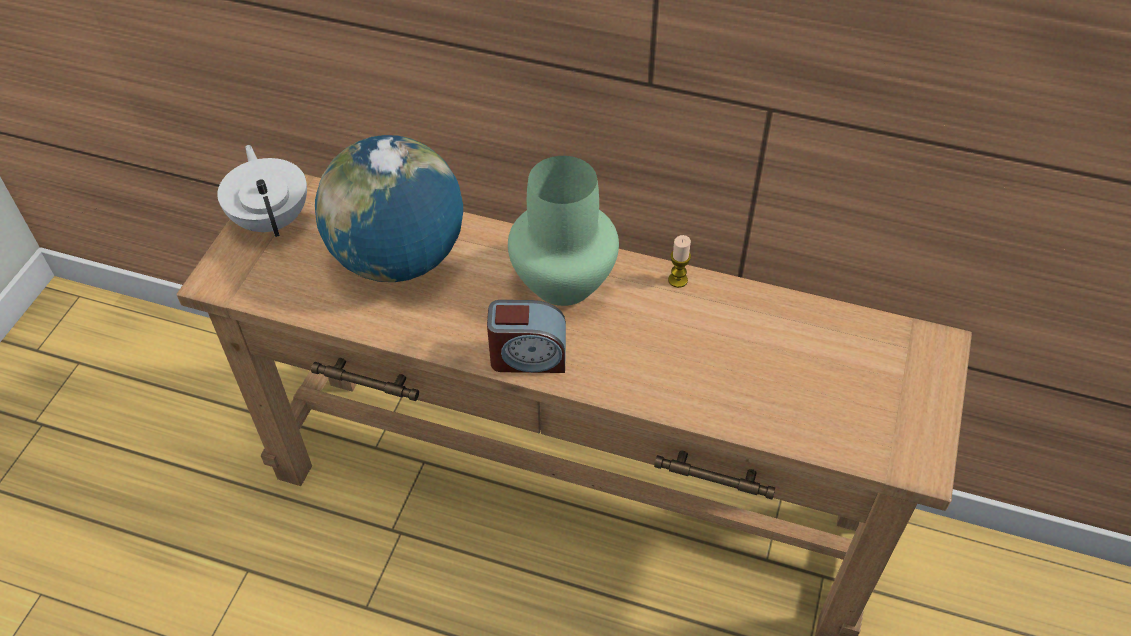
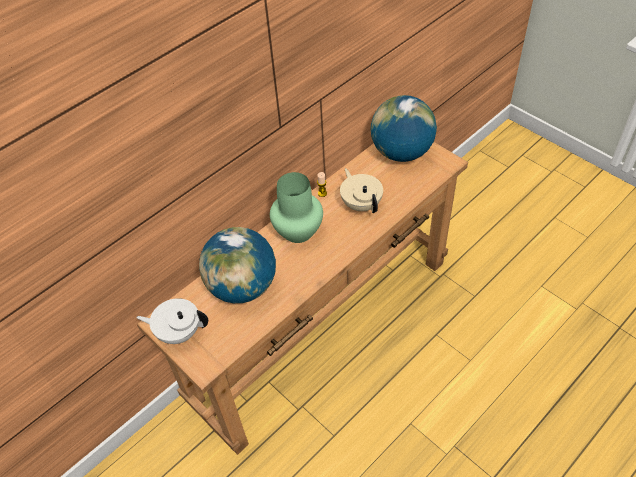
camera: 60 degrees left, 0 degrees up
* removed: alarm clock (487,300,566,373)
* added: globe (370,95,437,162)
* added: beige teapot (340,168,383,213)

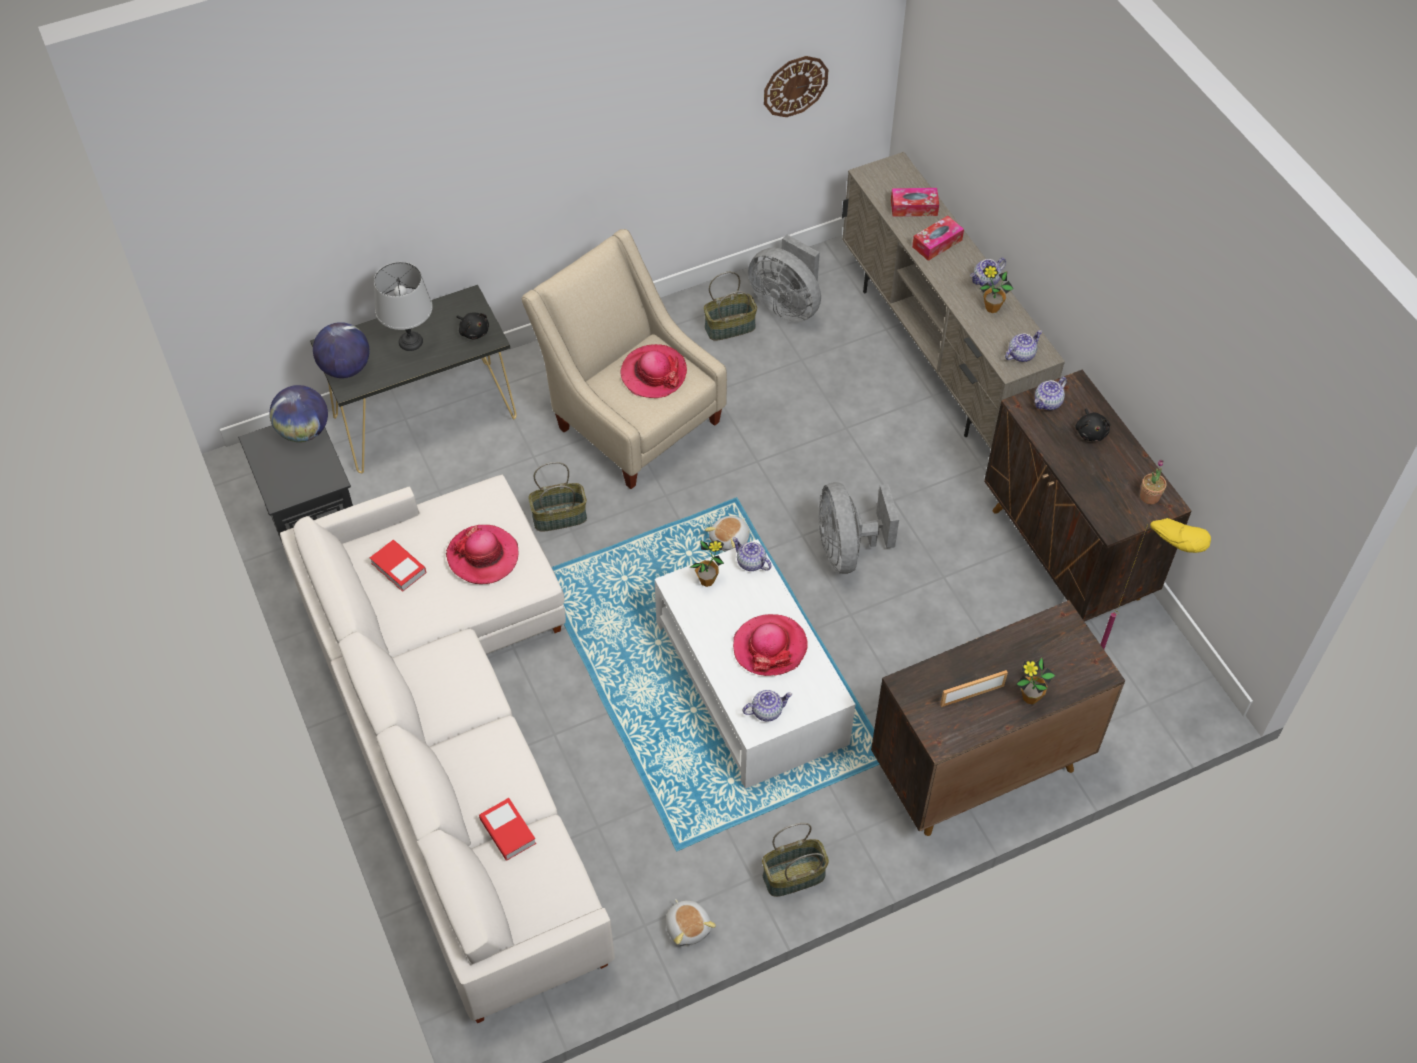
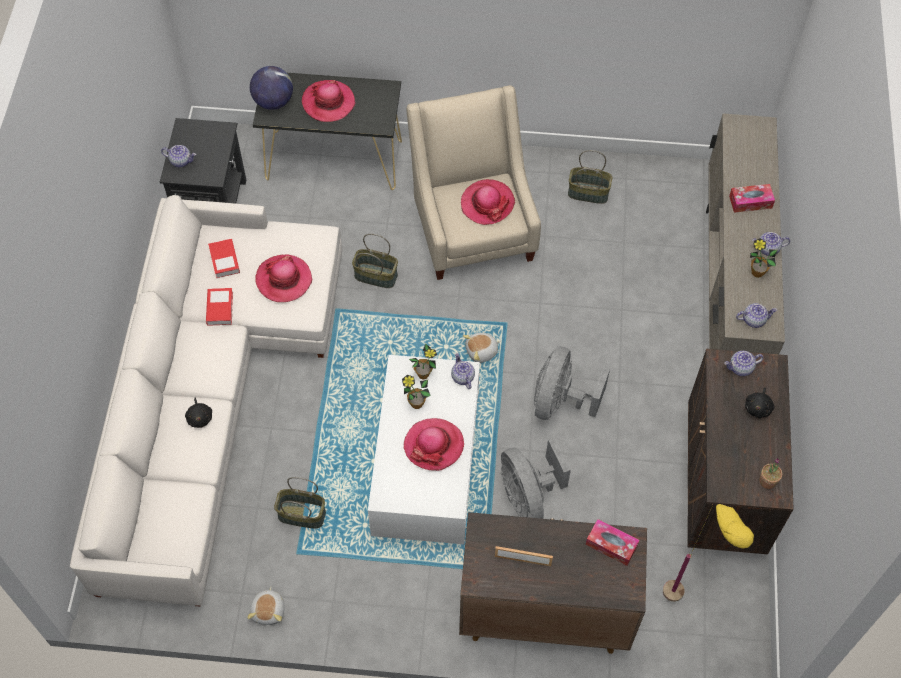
camera: 30 degrees right, 5 degrees up
* removed: wall clock (764,56,828,117)
* moved: tissue box (891,188,939,217) to (586,519,639,566)
* moved: grey fan (748,234,821,322) to (501,437,571,519)
* replaced: grey table lamp (374,262,433,351) to hat (302,80,355,122)
* moved: black plush toy (457,312,489,340) to (185,398,212,428)
* removed: globe (270,385,328,442)
* moved: potted plant (1017,658,1055,704) to (402,375,431,409)
* moved: teapot (743,690,792,722) to (161,145,196,167)
* moved: book (479,798,536,861) to (206,288,233,326)
* moved: basket (762,823,829,897) to (274,477,326,529)

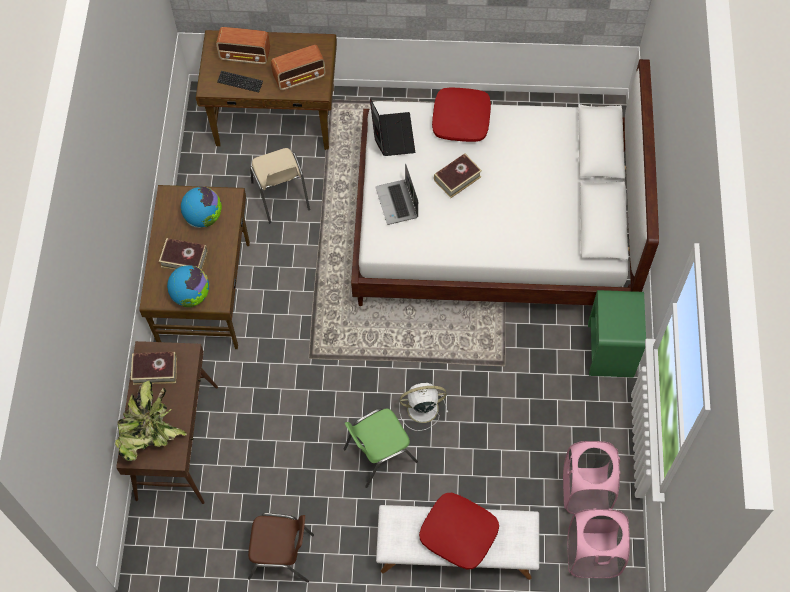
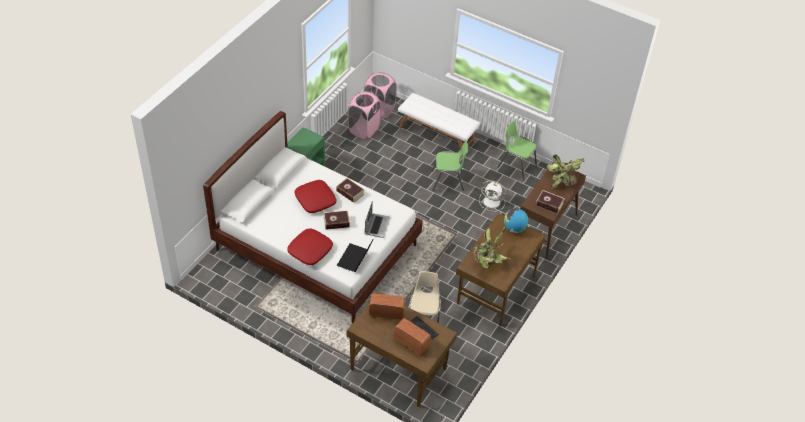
camera: 155 degrees left, 15 degrees down
* replaced: globe (181,186,222,228) to potted plant (473,226,510,268)
* moved: book (159,238,208,270) to (336,178,365,203)
* moved: white fan (399,383,448,431) to (479,181,506,211)
* moved: red pillow (419,493,499,569) to (295,180,337,213)
* recoloured: brown chair (248,513,314,583) to green chair (498,121,537,181)

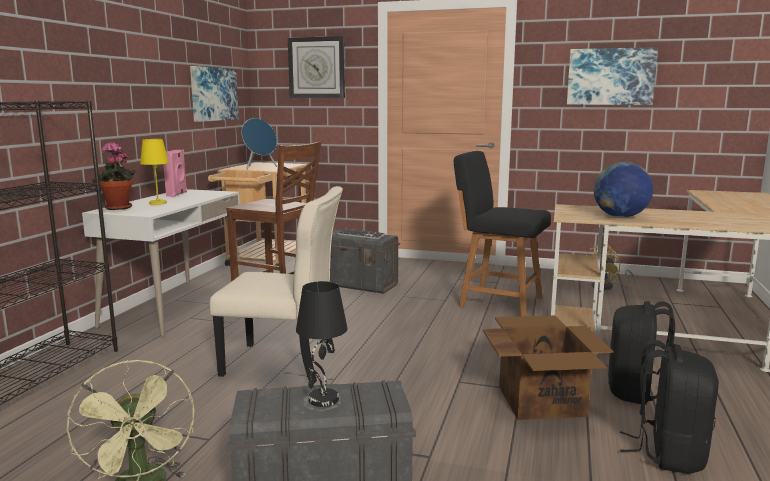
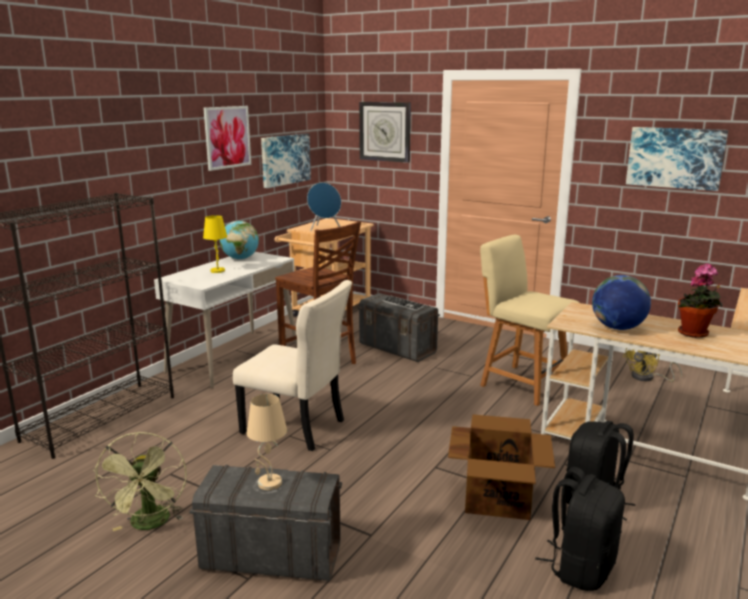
camera: 15 degrees right, 5 degrees up
* moved: potted plant (93,142,136,210) to (678,263,723,338)
* replaced: pink speaker (163,149,187,197) to globe (219,221,259,260)
* recoloured: black chair (454,151,551,316) to beige chair (480,235,579,406)
* recoloured: black table lamp (296,281,347,407) to beige table lamp (247,394,287,490)
* added: picture (203,106,251,171)

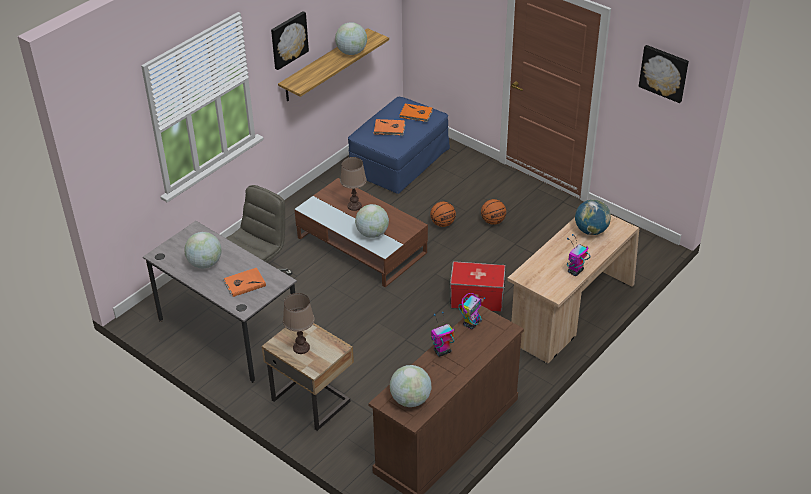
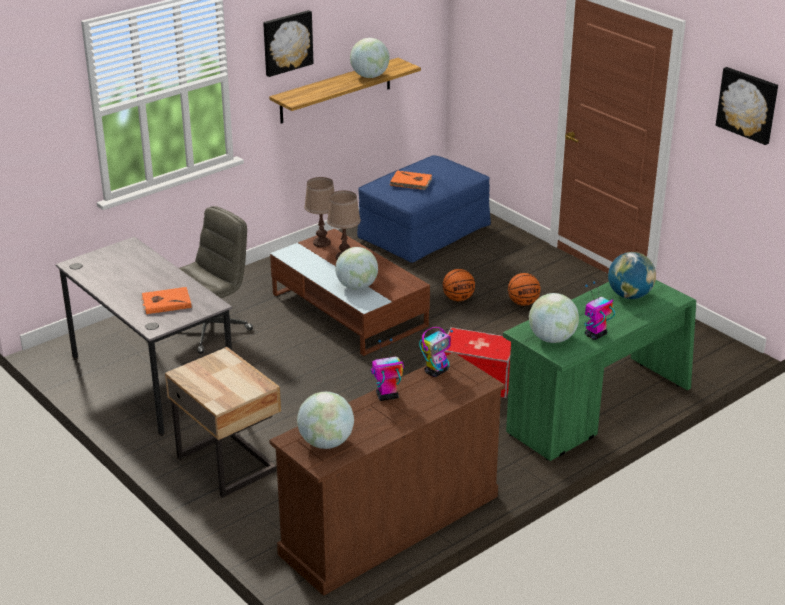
camera: 10 degrees right, 10 degrees down
* removed: orange book (399,104,433,122)
* recoloured: beige desk (507,215,639,363) to green desk (503,280,696,461)
* moved: globe (184,232,221,268) to (529,293,579,343)
* moved: brown table lamp (283,293,314,354) to (304,177,335,248)

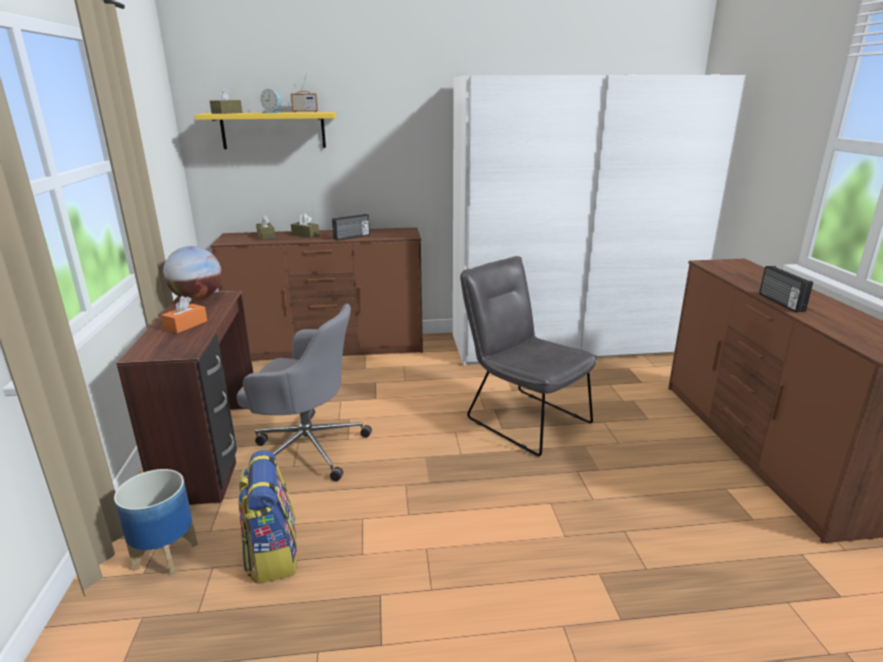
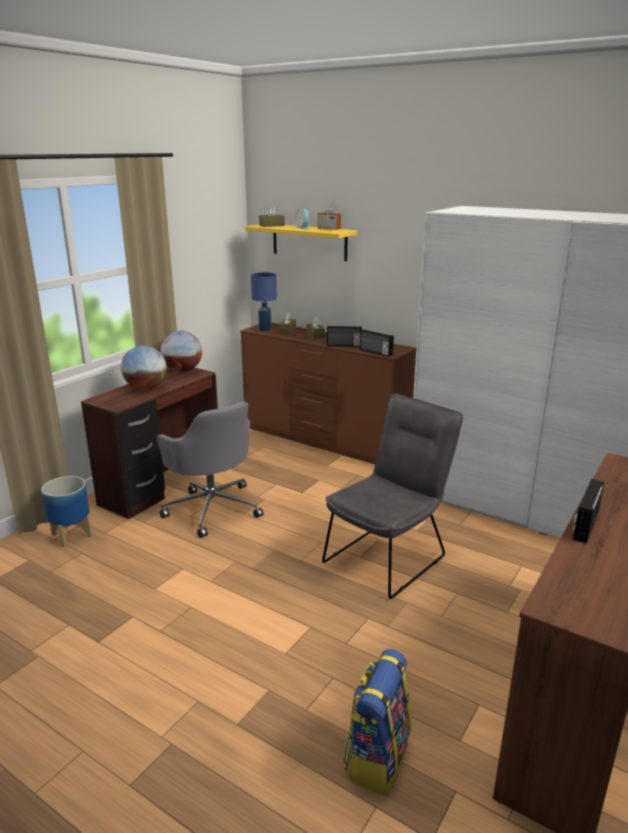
camera: 40 degrees right, 0 degrees up
* turned: grey chair (460,256,598,456) = (322,393,463,599) 45 degrees clockwise
* replaced: orange tissue box (161,296,207,333) to globe (121,345,167,390)
* moved: backpack (238,450,297,583) to (343,649,412,795)
* added: blue table lamp (251,273,277,331)
* added: radio (360,329,394,357)

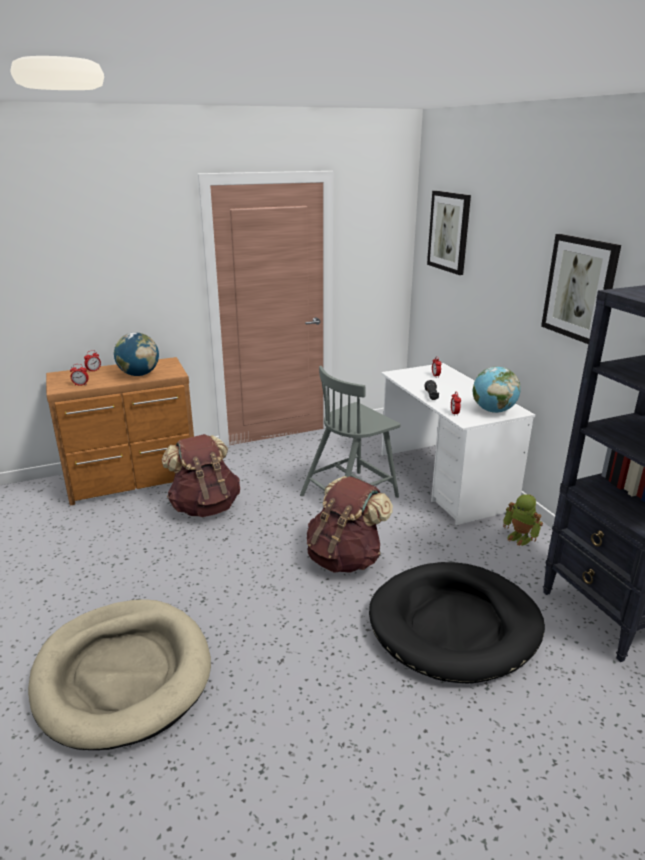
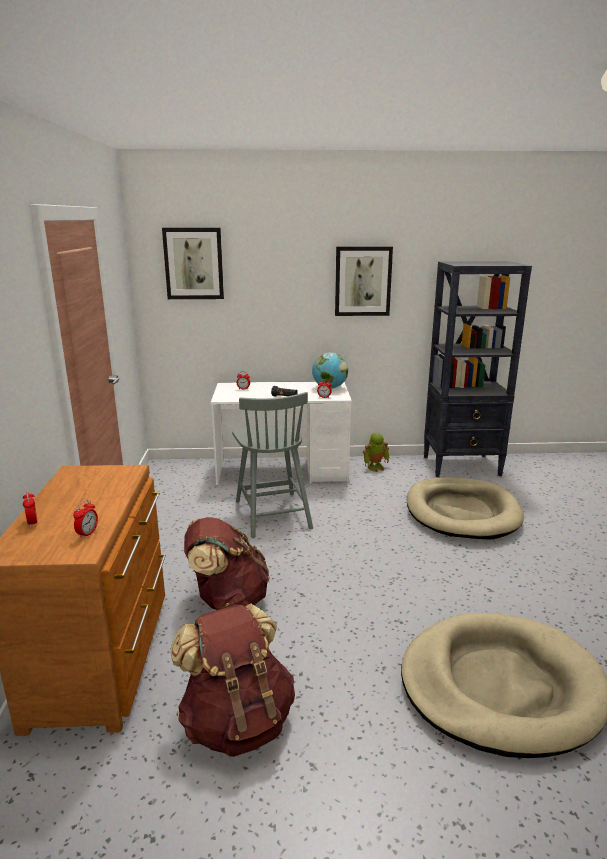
camera: 70 degrees left, 5 degrees down
* removed: globe (114,333,159,376)
* moved: brown backpack (307,476,393,573) to (170,603,295,757)
* recoloured: black dog bed (369,562,545,684) to beige dog bed (407,478,524,540)

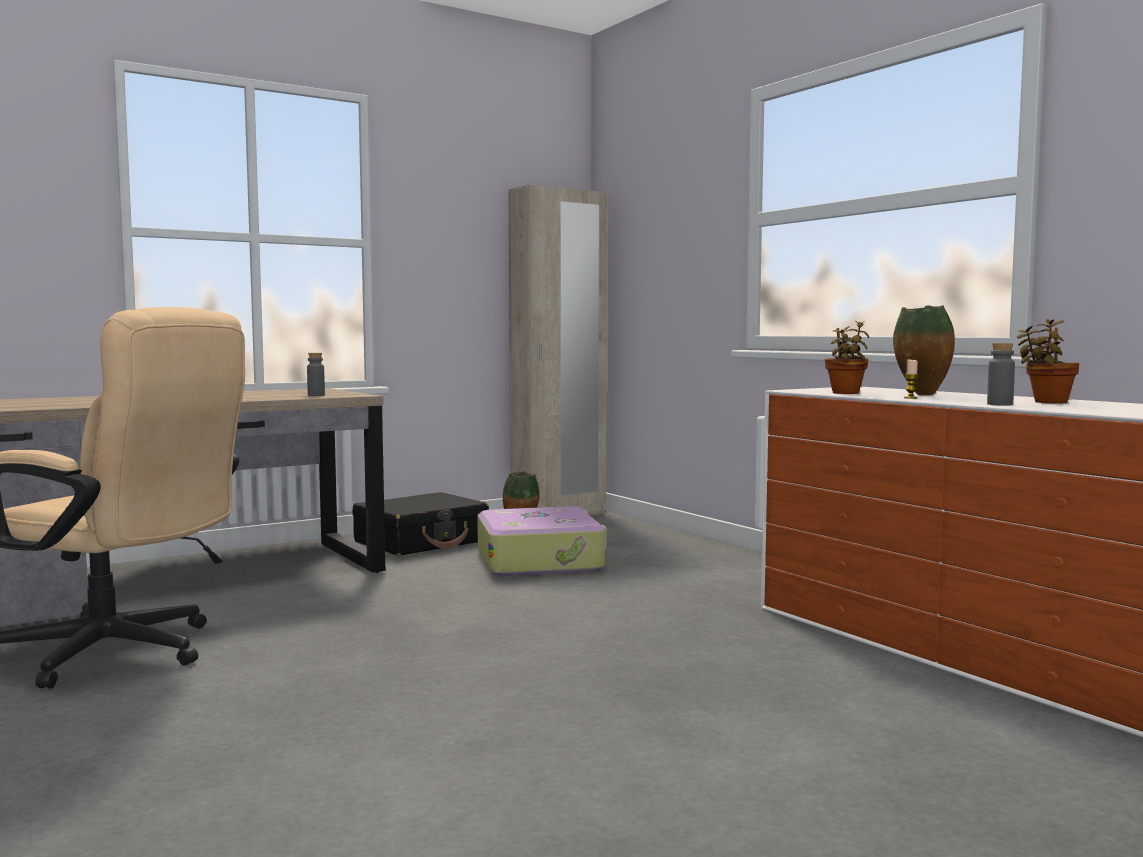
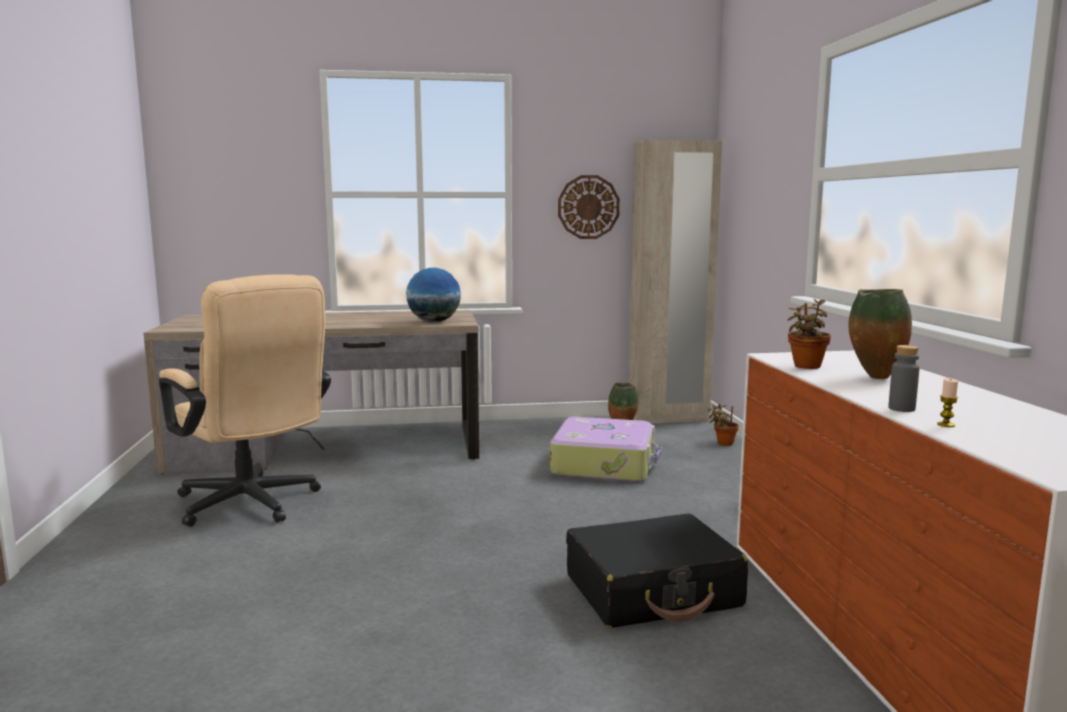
camera: 25 degrees right, 5 degrees up
* moved: potted plant (1017,319,1079,404) to (708,404,739,446)
* replaced: grey bottle (307,353,325,396) to globe (406,268,461,322)
* moved: candle (904,360,919,399) to (937,378,958,427)
* moved: black suitcase (353,492,489,556) to (566,514,748,628)
* added: wall clock (558,175,620,239)

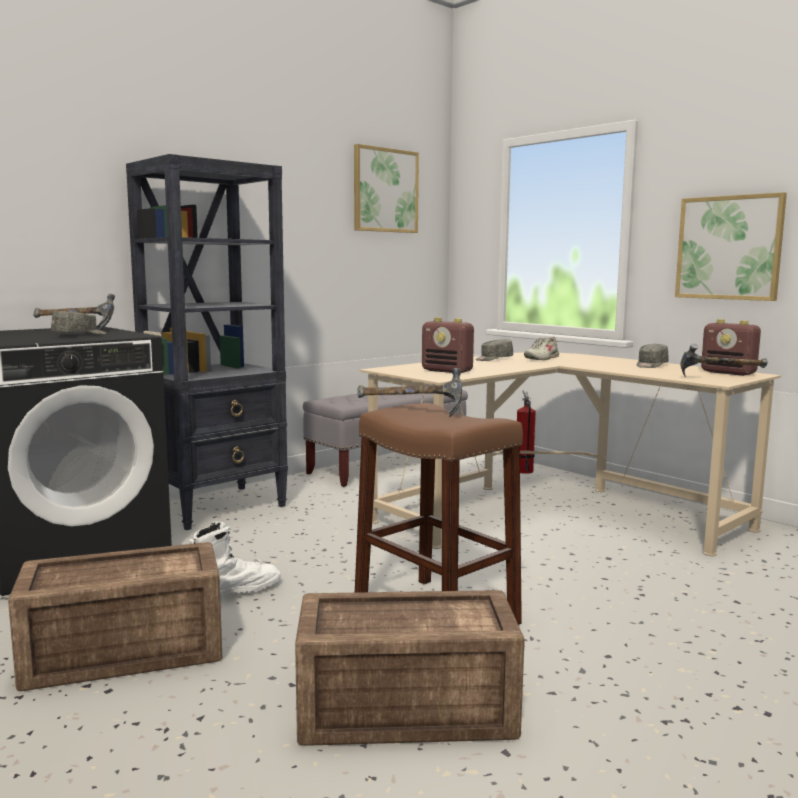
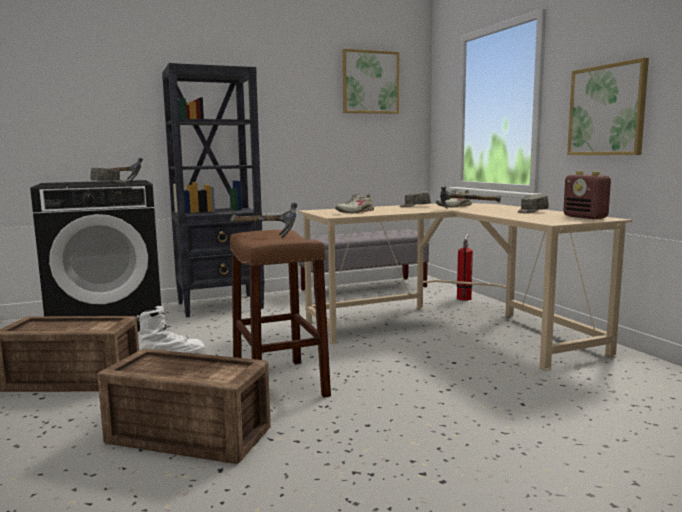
camera: 20 degrees right, 0 degrees up
* replaced: radio (422,317,474,373) to beige shoe (335,194,374,213)
* moved: hammer (680,344,768,377) to (440,185,501,209)

